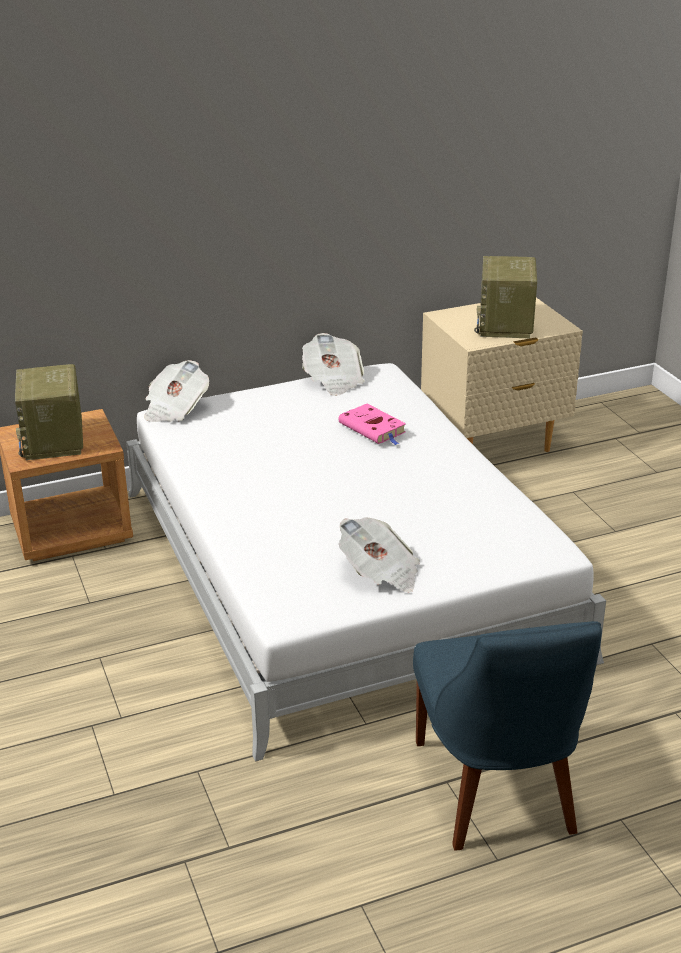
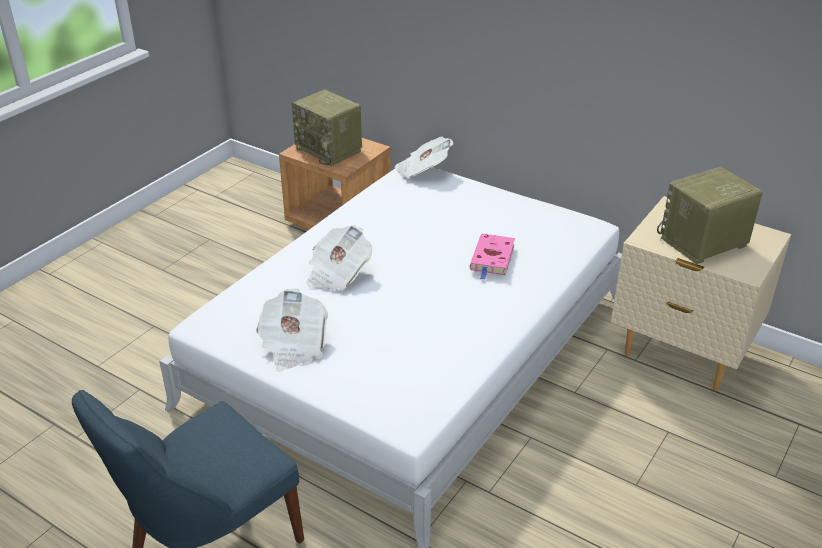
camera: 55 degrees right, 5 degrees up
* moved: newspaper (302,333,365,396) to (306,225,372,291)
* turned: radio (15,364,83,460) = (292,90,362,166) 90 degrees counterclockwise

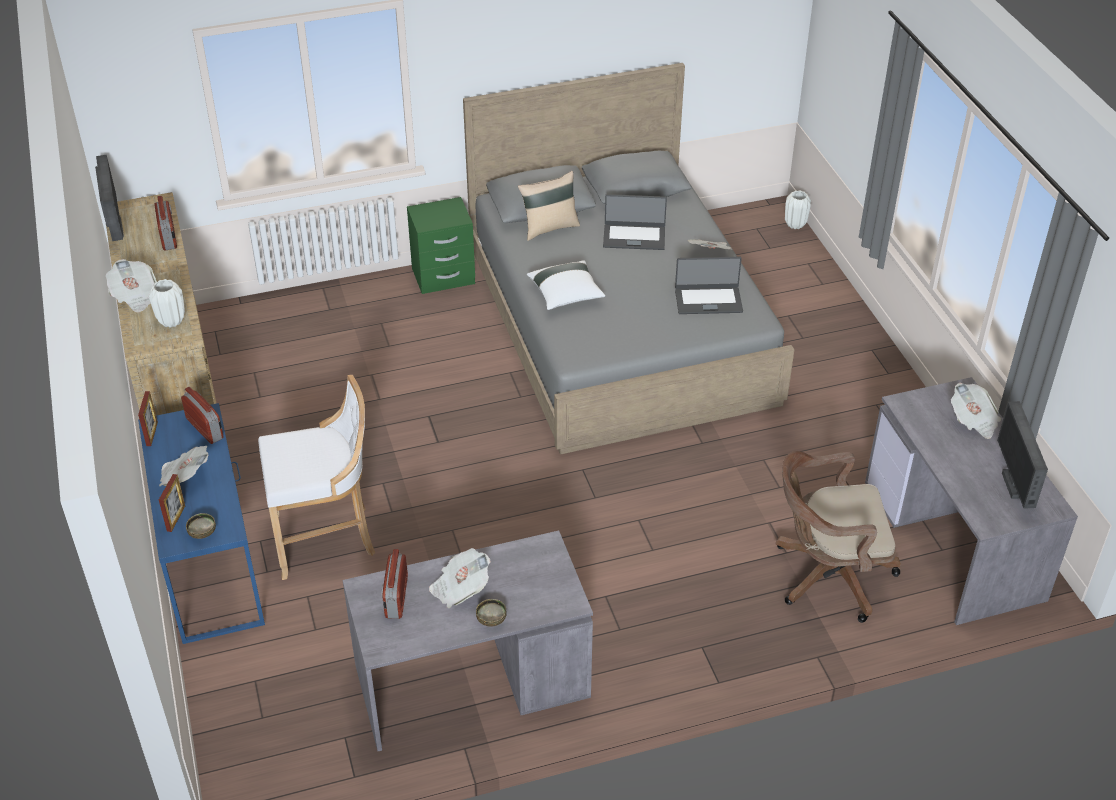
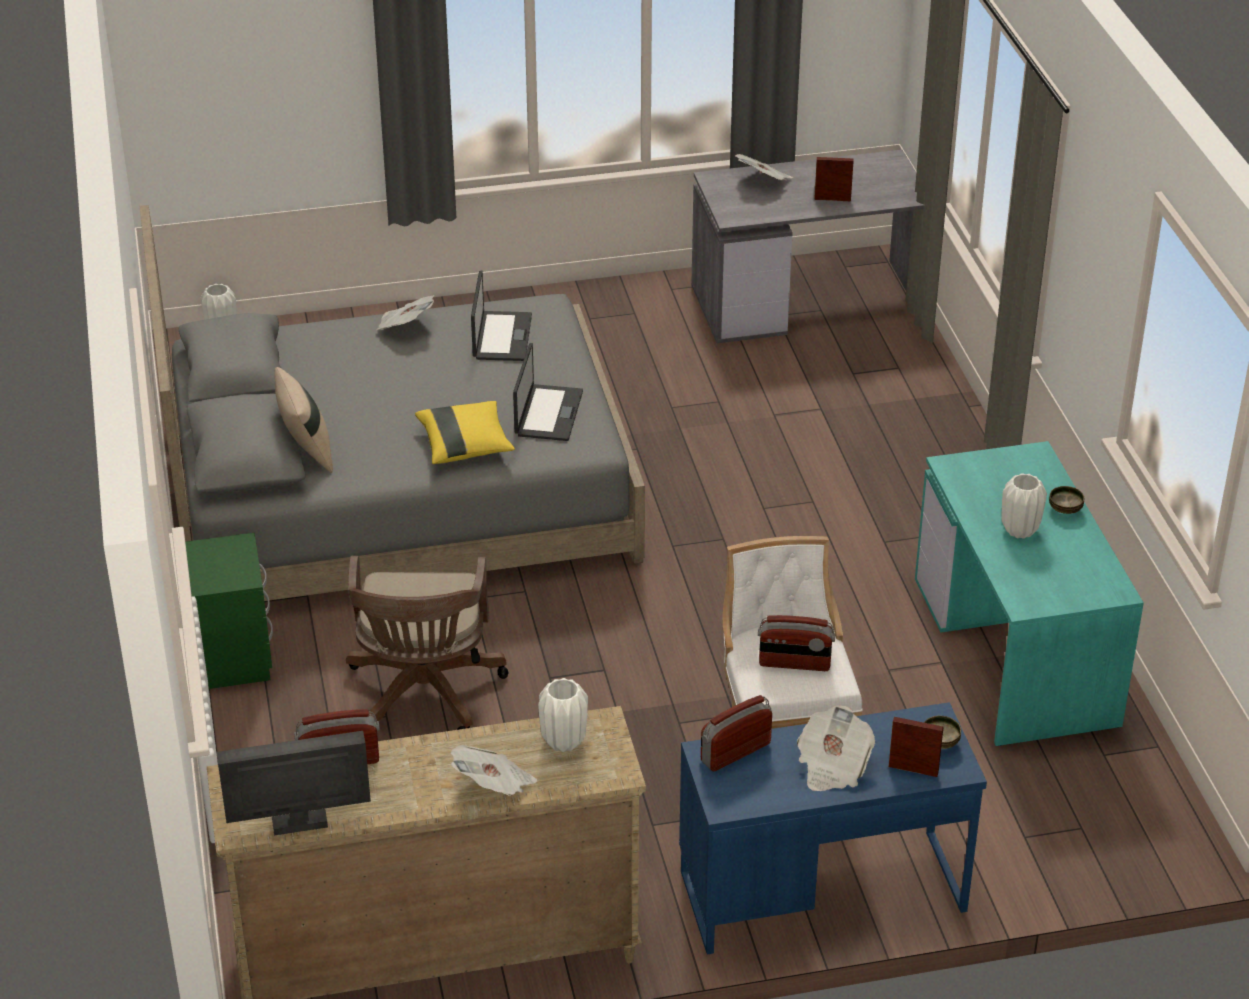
camera: 85 degrees left, 5 degrees down
* moved: laptop (603,194,667,250) to (513,343,583,441)
* recoloured: white pillow (527,260,605,310) to yellow pillow (415,401,515,464)
* moved: picture frame (138,391,158,446) to (814,157,854,201)
* removed: monitor (997,401,1048,509)
* moved: brown office chair (776,451,900,623) to (346,556,509,730)
* recoloured: grey desk (343,530,593,751) to turquoise desk (915,441,1144,746)
* replaced: newspaper (429,548,491,608) to white vase (1002,473,1047,539)
* moved: radio (382,549,408,619) to (758,615,835,671)

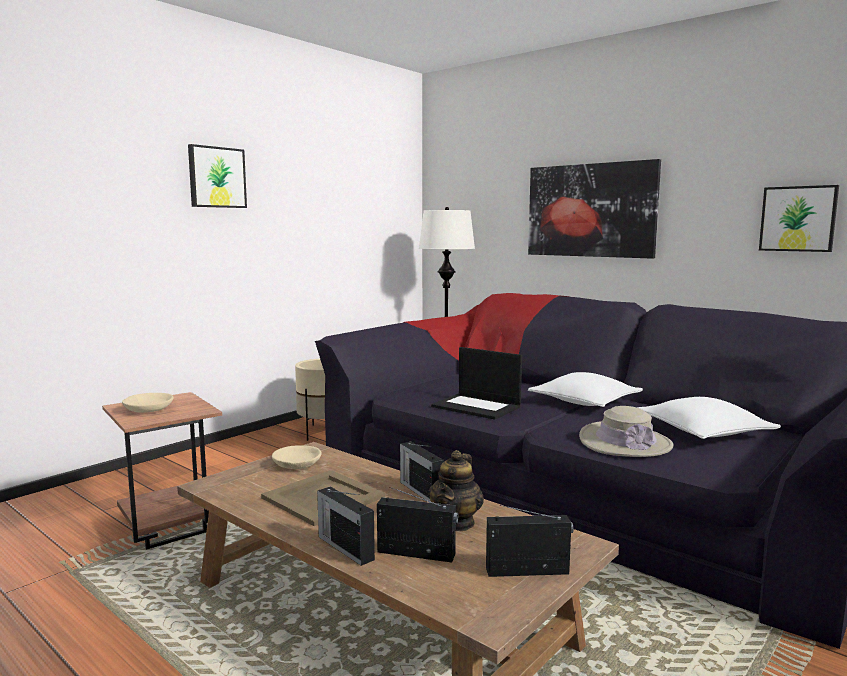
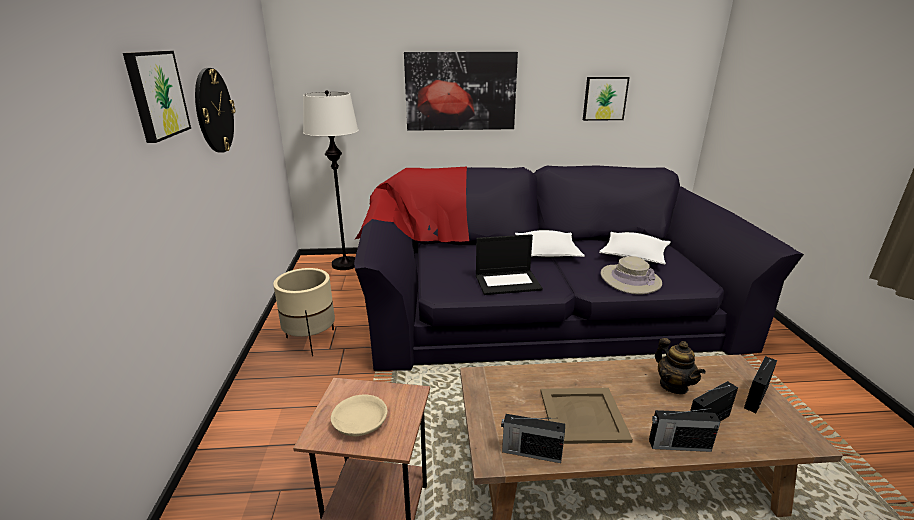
camera: 45 degrees left, 15 degrees up
* moved: radio (400,442,444,503) to (501,414,565,463)
* removed: beige bowl (272,445,321,469)
* added: wall clock (195,68,235,153)

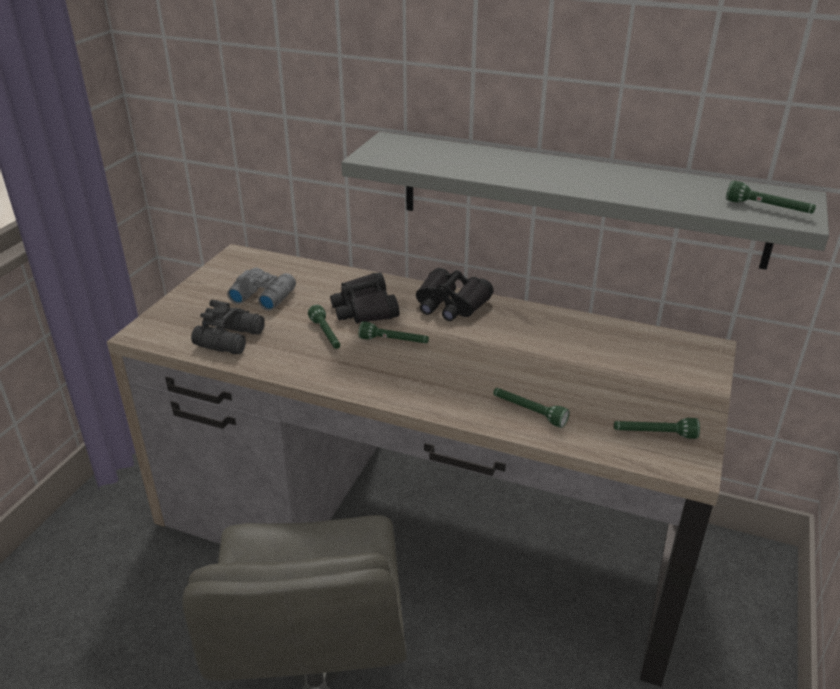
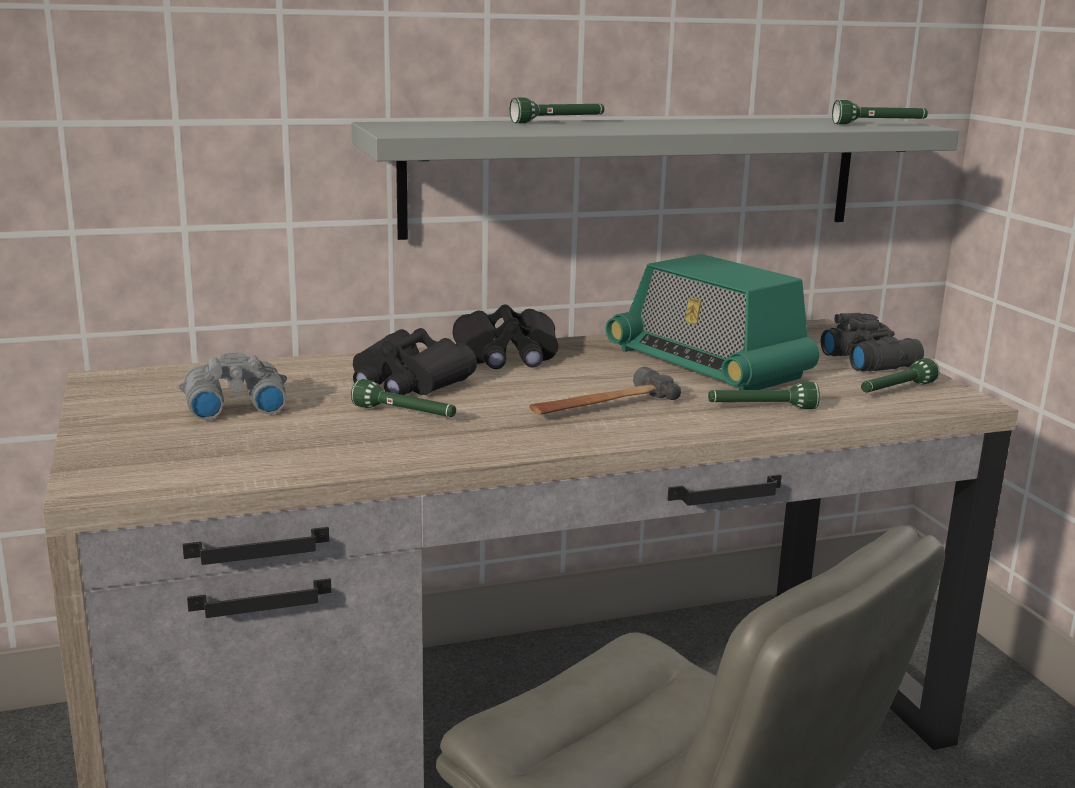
camera: 40 degrees left, 15 degrees down
* moved: black binoculars (191,300,265,354) to (821,313,924,371)
* moved: green flashlight (359,321,429,343) to (509,97,604,123)
* added: radio (606,254,819,390)
* added: hammer (530,367,681,415)

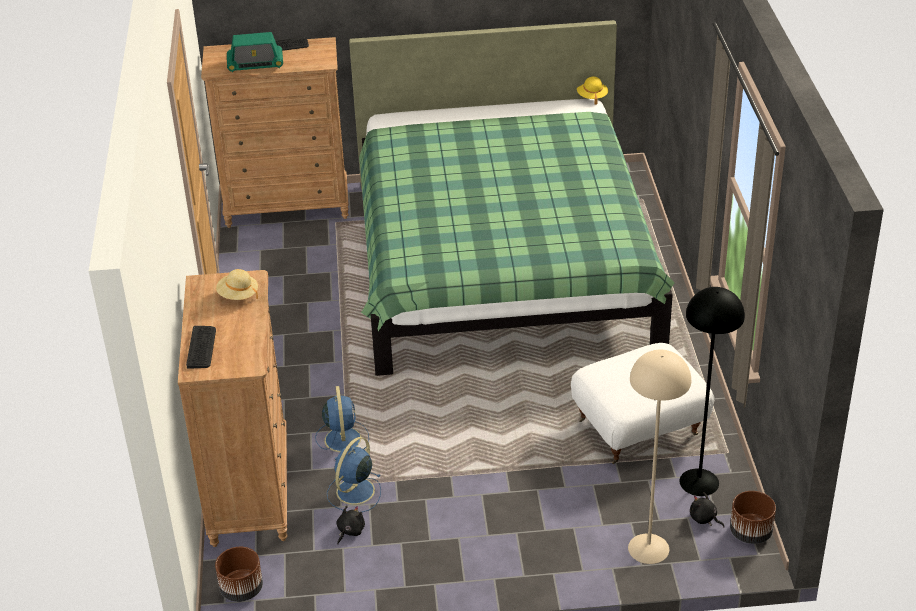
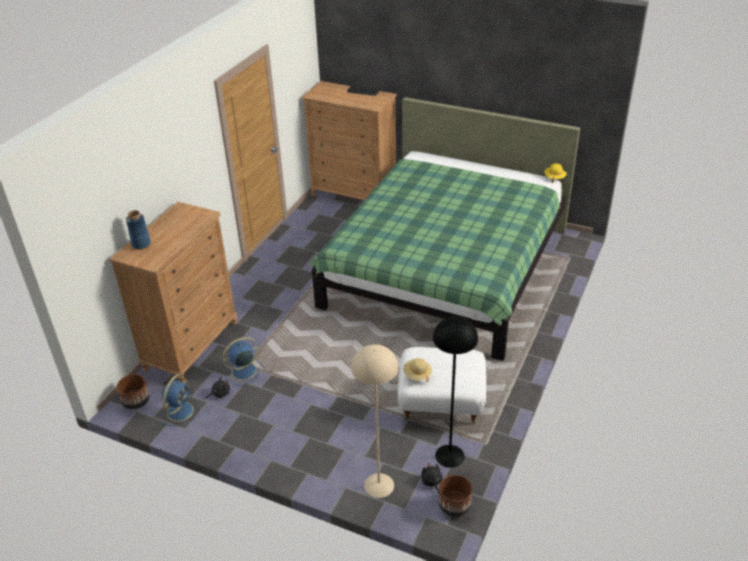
camera: 30 degrees right, 0 degrees up
* removed: radio (227,32,283,72)
* moved: beige hat (216,269,258,300) to (403,358,432,382)
* replaced: keyboard (186,326,216,369) to blue vase (126,210,151,249)
* moved: blue fan (315,386,369,460) to (162,374,201,426)

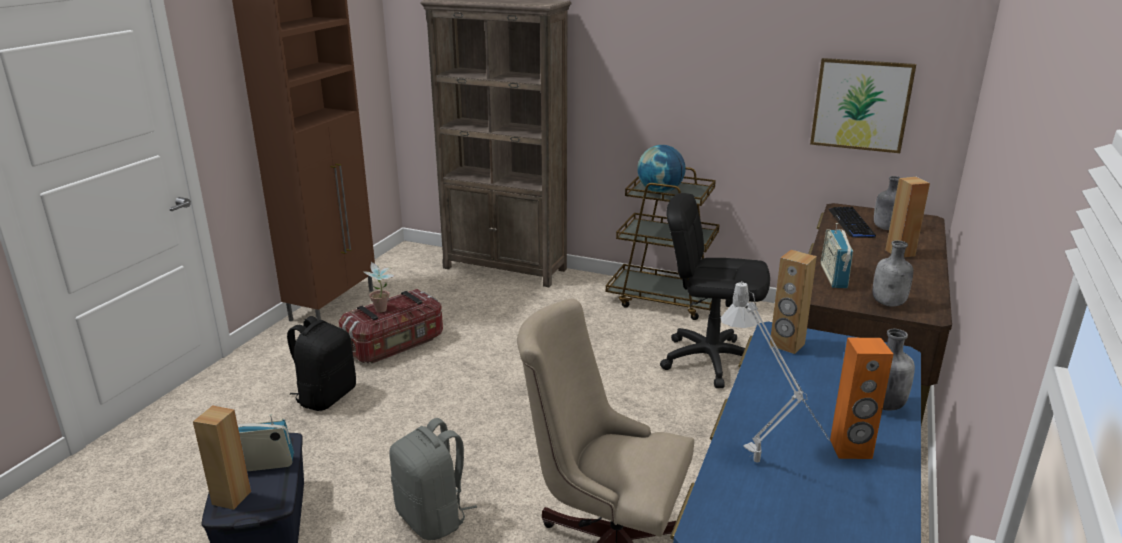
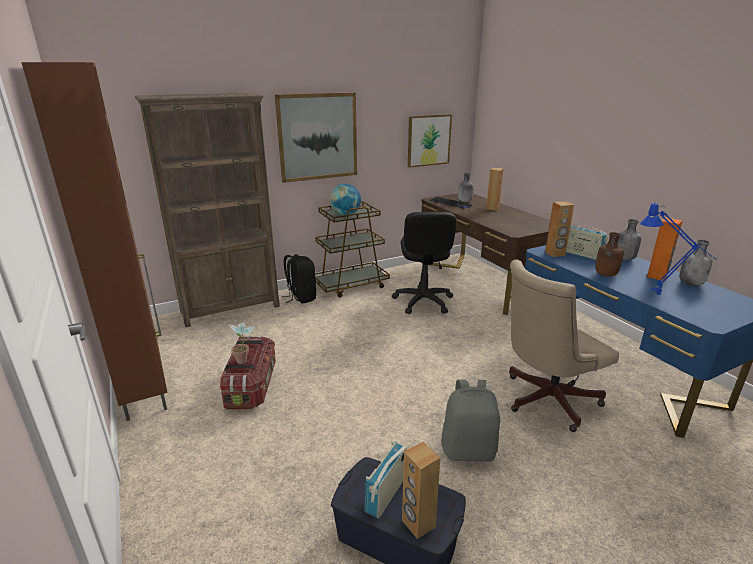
camera: 50 degrees left, 0 degrees up
* turned: black office chair (660,193,770,388) = (392,212,457,314) 60 degrees counterclockwise
* moved: radio (821,223,853,288) to (566,224,608,260)
* moved: grey bottle (872,240,913,306) to (680,240,712,286)
* recoloured: grey table lamp (721,281,829,463) to blue table lamp (640,203,717,295)
* moved: black backpack (287,316,356,411) to (281,254,316,304)
* added: picture (275,92,357,183)
* added: brown bottle (595,232,624,276)

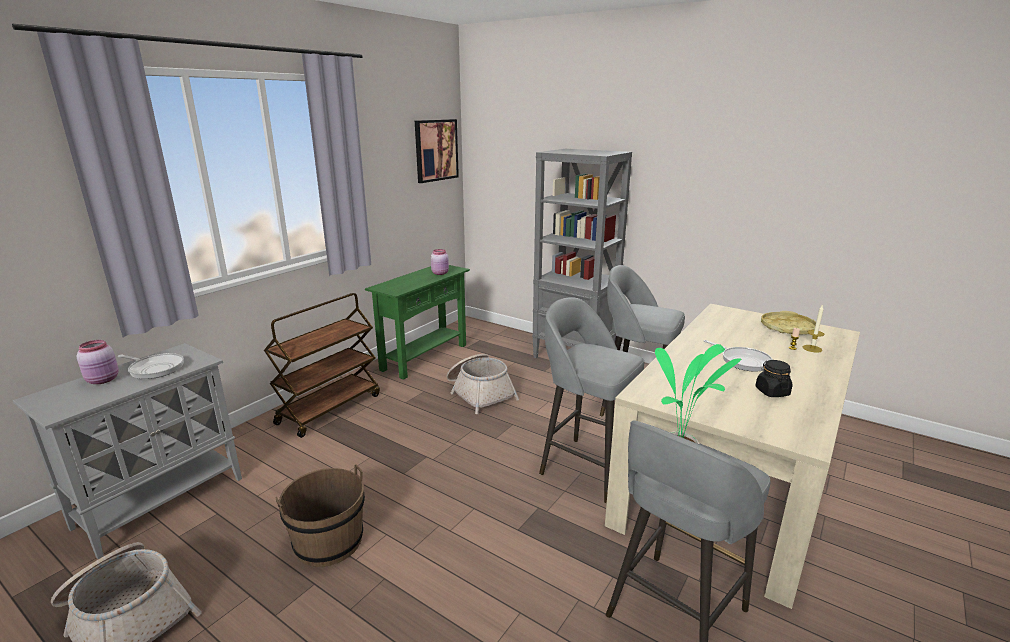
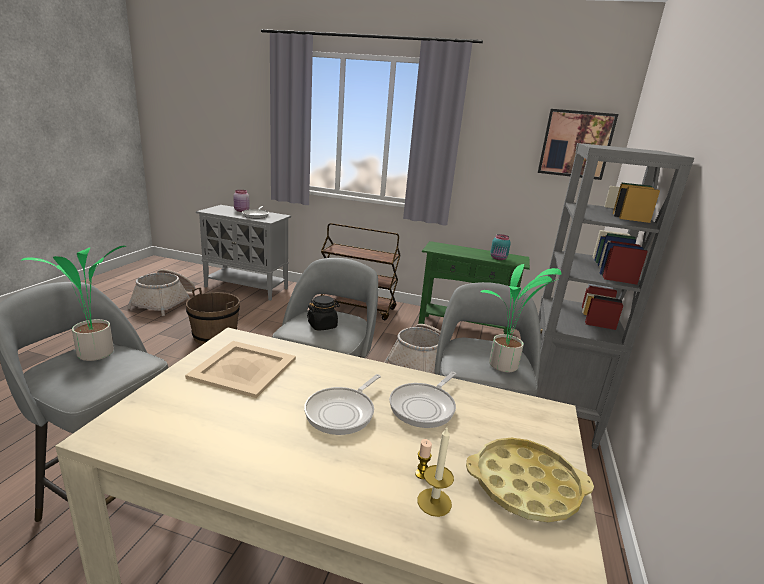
camera: 70 degrees right, 0 degrees up
* recoloured: pink jar (431,249,449,275) to turquoise jar (491,234,511,260)
* moved: black jar (755,360,792,397) to (307,296,340,331)
* added: potted plant (480,264,561,372)
* added: beige tray (185,341,296,398)
* added: frying pan (389,372,456,428)

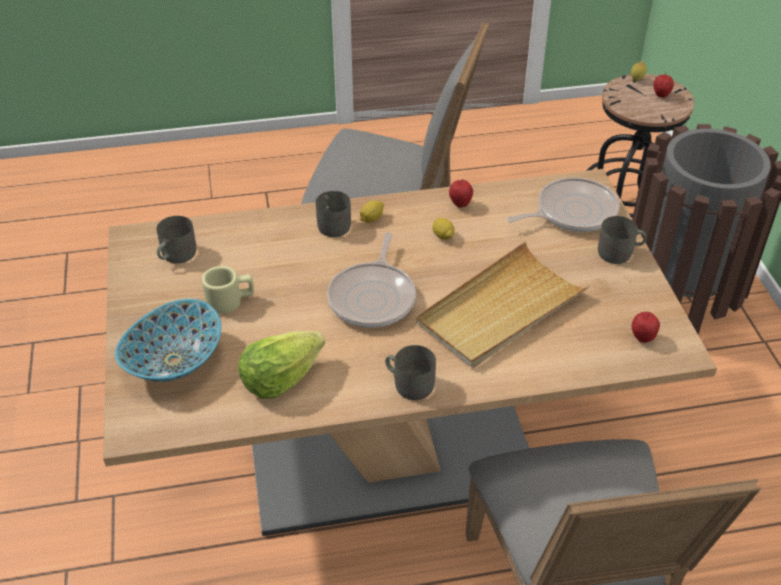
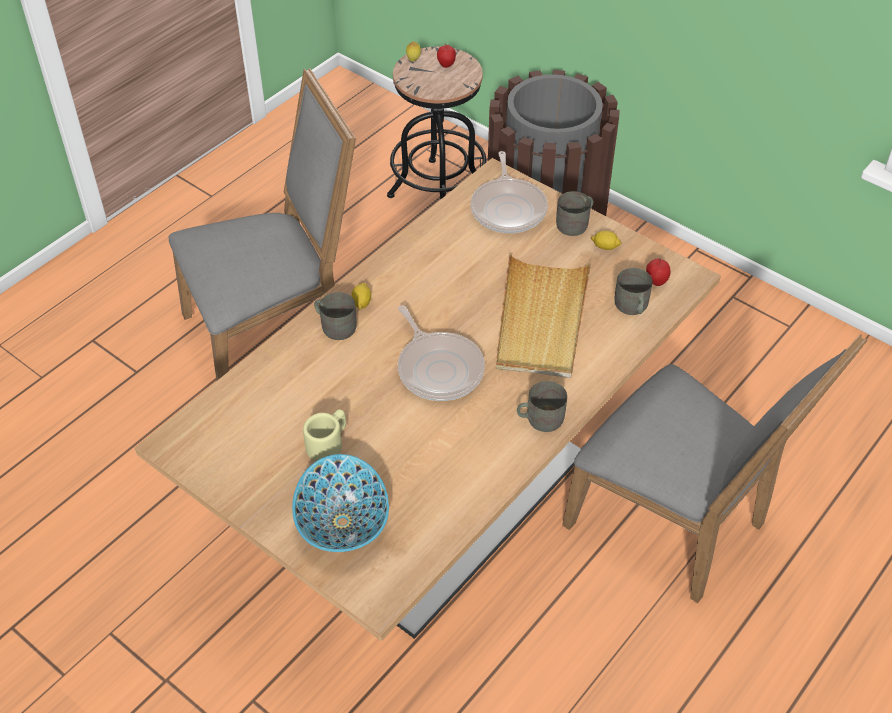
camera: 40 degrees left, 5 degrees up
* turned: frying pan (507,177,620,232) = (471,151,548,233) 150 degrees clockwise
* removed: apple (449,179,473,207)
* moved: grey mug (156,216,196,263) to (614,268,653,315)
* moved: lemon (433,218,455,240) to (591,231,622,250)
* removed: lettuce (238,331,325,399)

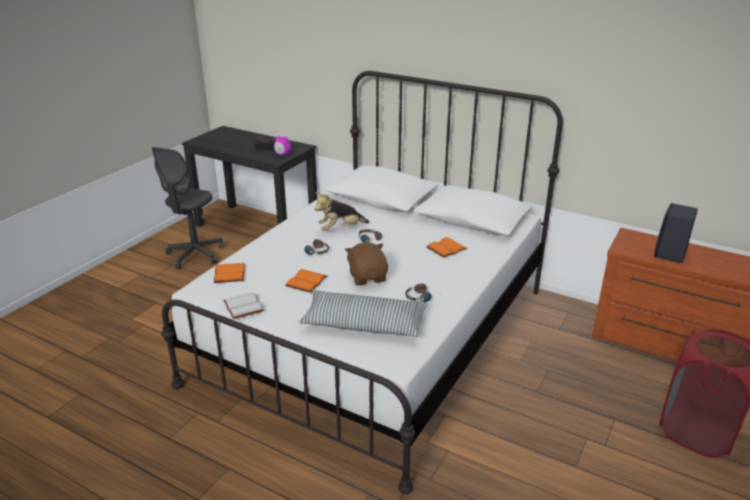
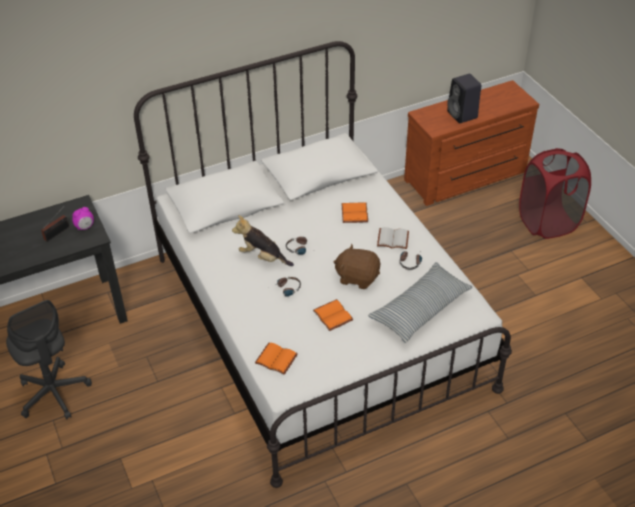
camera: 55 degrees left, 15 degrees up
* turned: plush toy (315,192,369,231) = (232,215,294,266) 105 degrees clockwise
* moved: white book (223,292,264,319) to (377,227,409,249)

